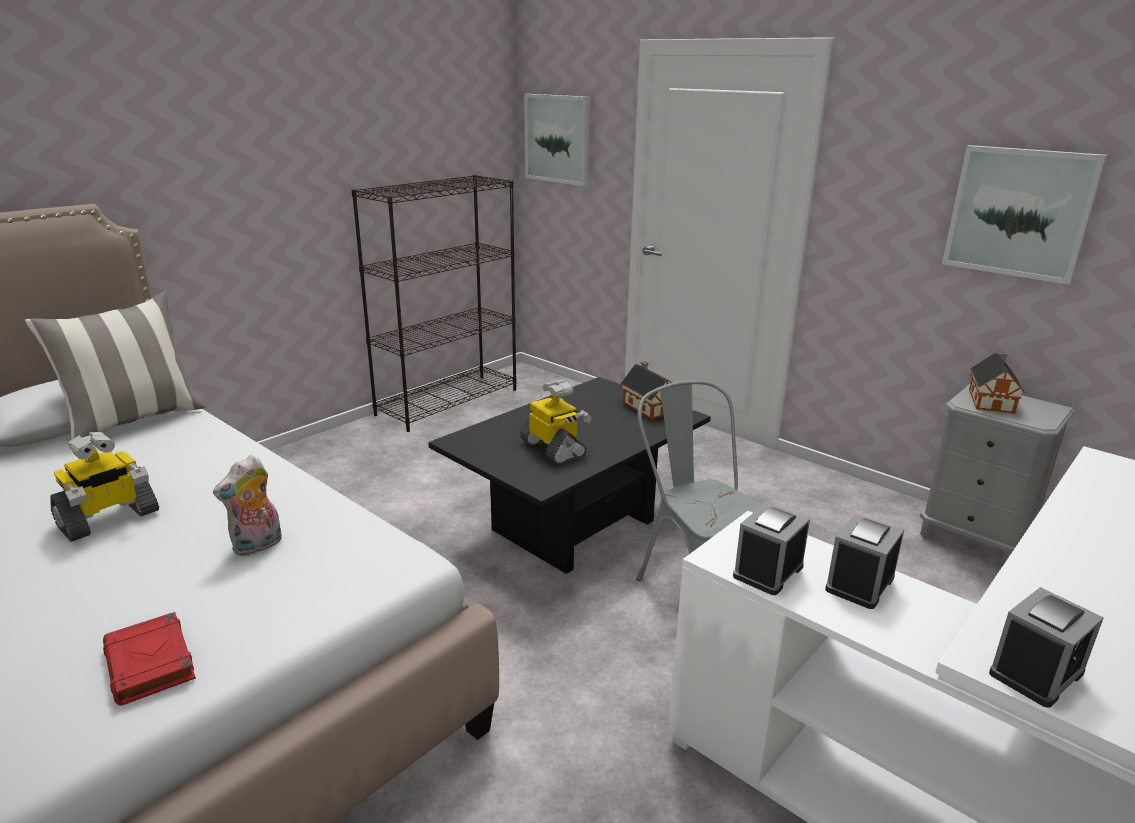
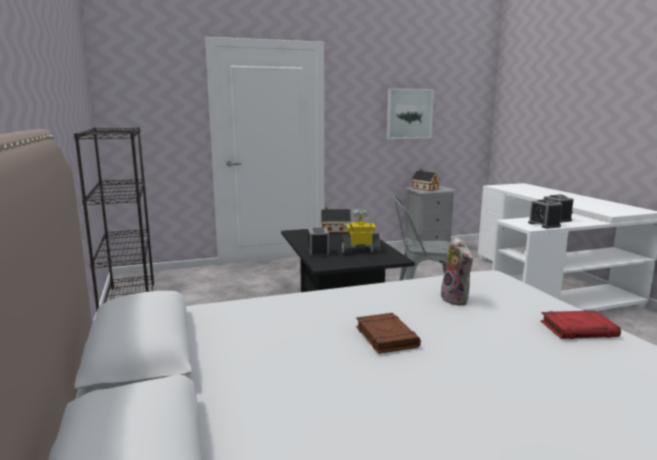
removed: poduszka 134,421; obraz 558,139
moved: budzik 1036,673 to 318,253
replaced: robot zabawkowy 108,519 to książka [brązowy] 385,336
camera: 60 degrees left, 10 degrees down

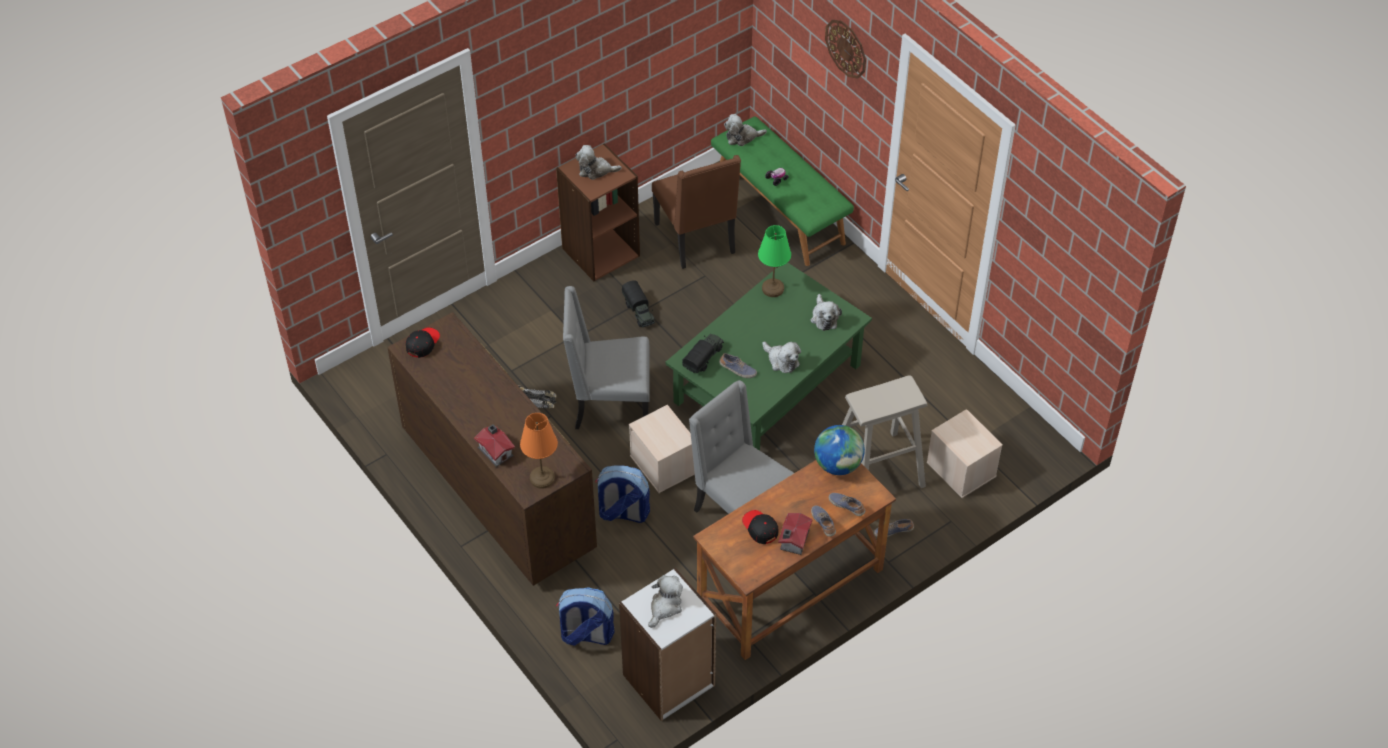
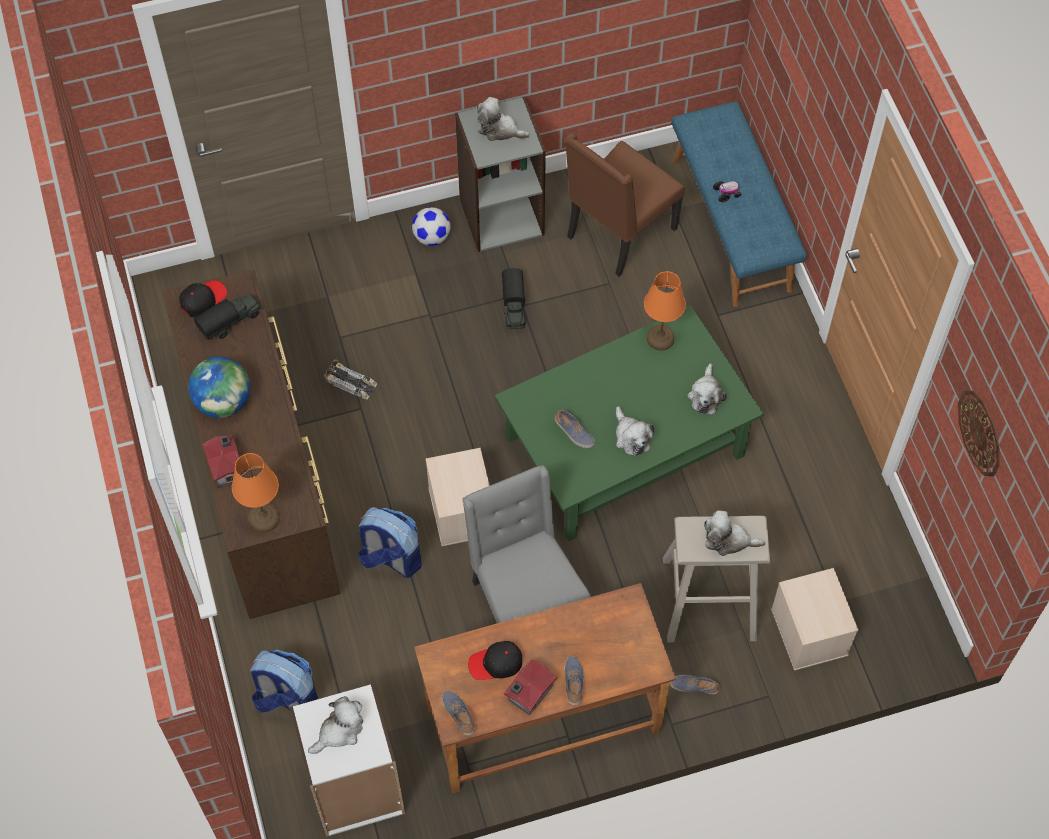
removed: krzesło [szary] 609,405
added: piłka futbolowa 432,237
moved: ciężarówka zabawkowa 704,358 to 230,322; pluszak 742,137 to 728,540; globus 838,465 to 223,402; zegar ścienny 846,48 to 980,433; but 847,506 to 459,714
recoloured: regał [brązowy] 600,251 to regał [szary] 501,216; ławka [zielony] 780,210 to ławka [niebieski] 732,224; lampa stołowa [zielony] 772,289 to lampa stołowa [pomarańczowy] 660,339
turned: krzesło [brązowy] 697,239 = 619,233 45 degrees clockwise; czapka z daszkiem [czarny] 760,528 = 496,663 90 degrees counterclockwise
camera: 20 degrees right, 10 degrees up

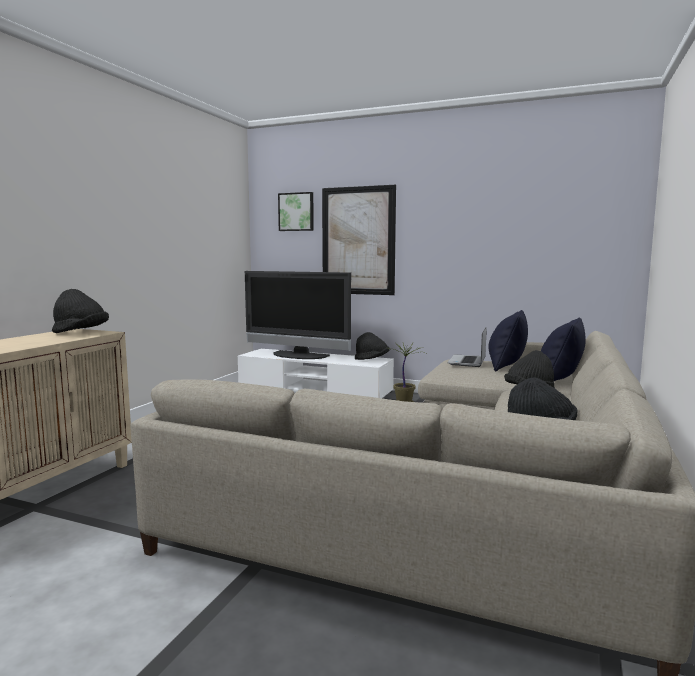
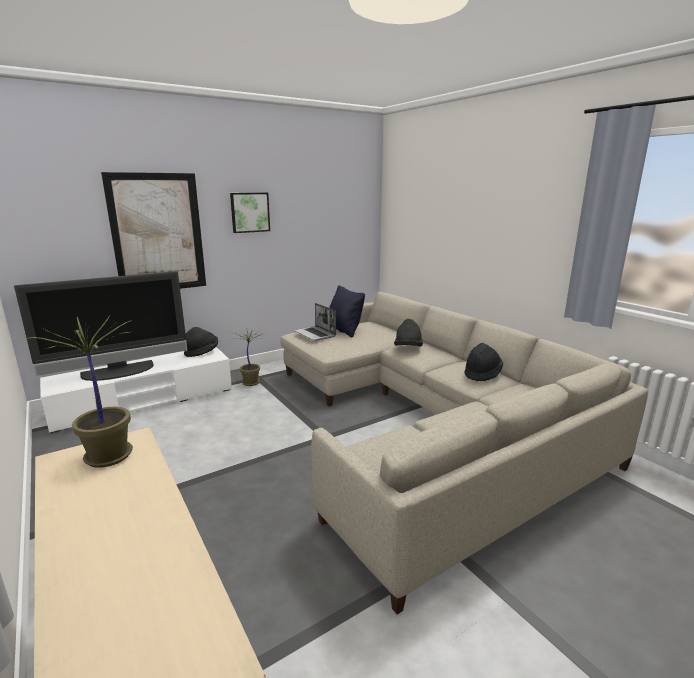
removed: poduszka [czarny] 559,379
moved: obraz 296,212 to 249,212
replaced: kapelusz [czarny] 81,333 to roślina doniczkowa 107,456
camera: 55 degrees left, 10 degrees up

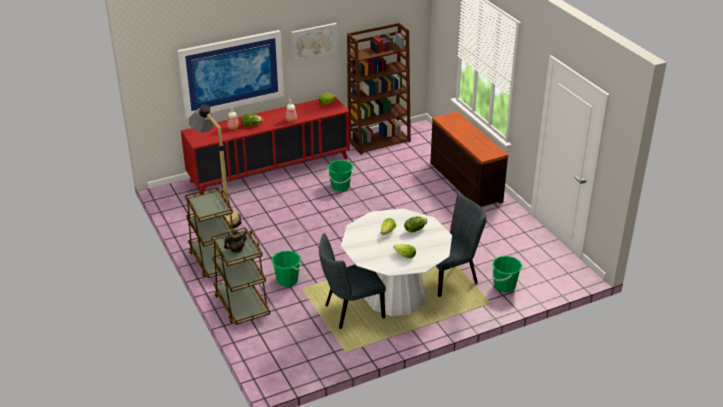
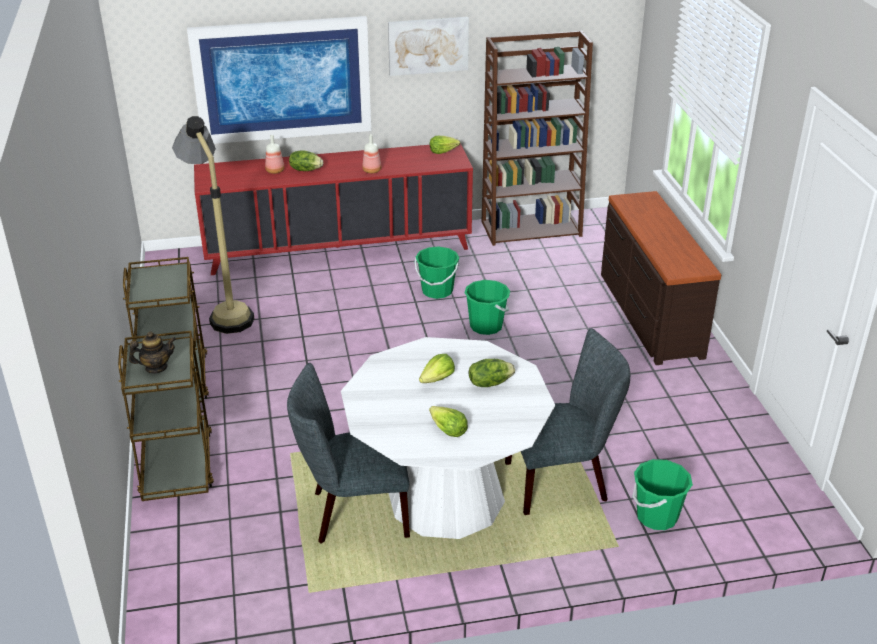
moved: wiadro [zielony] 287,280 to 486,326
camera: 15 degrees right, 0 degrees up

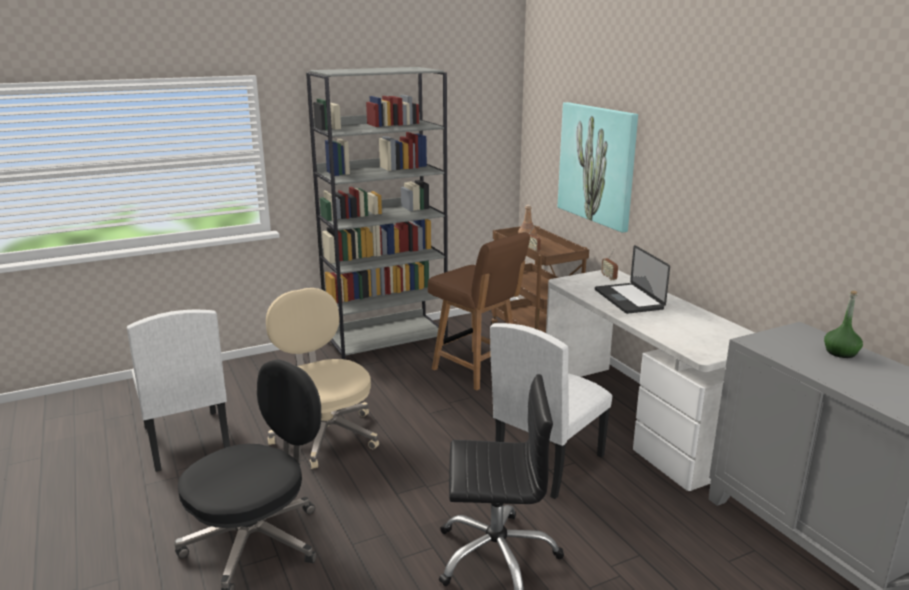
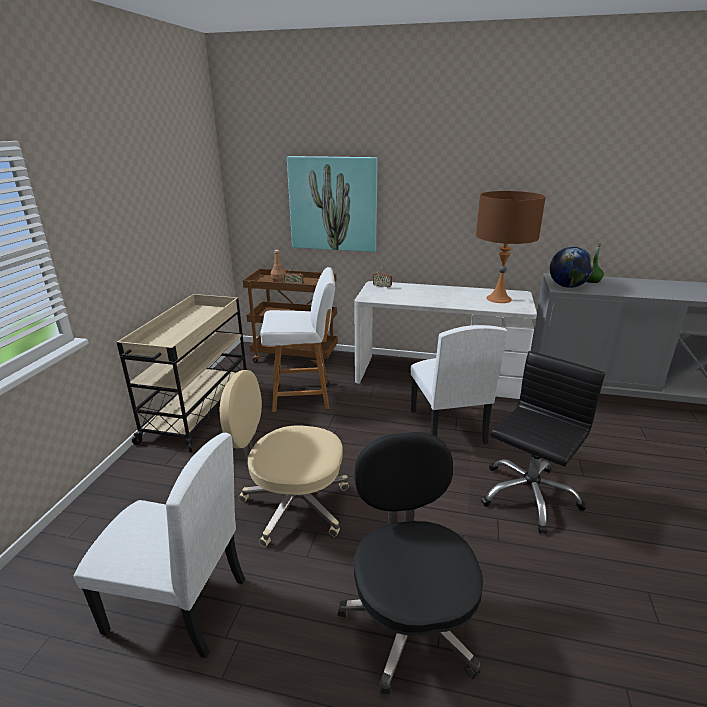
removed: laptop 628,299
added: lampa stołowa [brązowy] 498,299; globus 567,286
replaced: regał [szary] 387,342 to wózek [beżowy] 198,411
recoloured: krzesło [brązowy] 477,370 to krzesło [biały] 303,396
camera: 50 degrees left, 5 degrees up

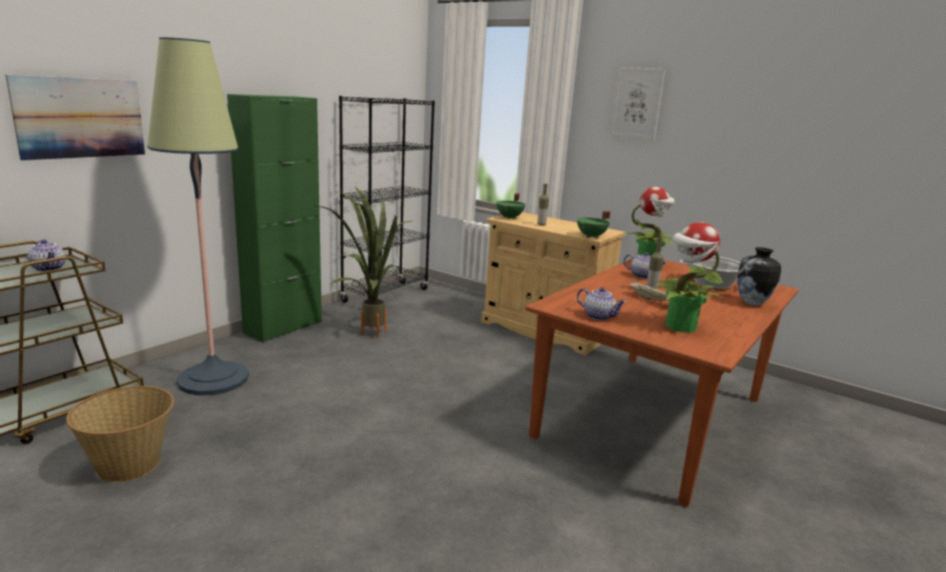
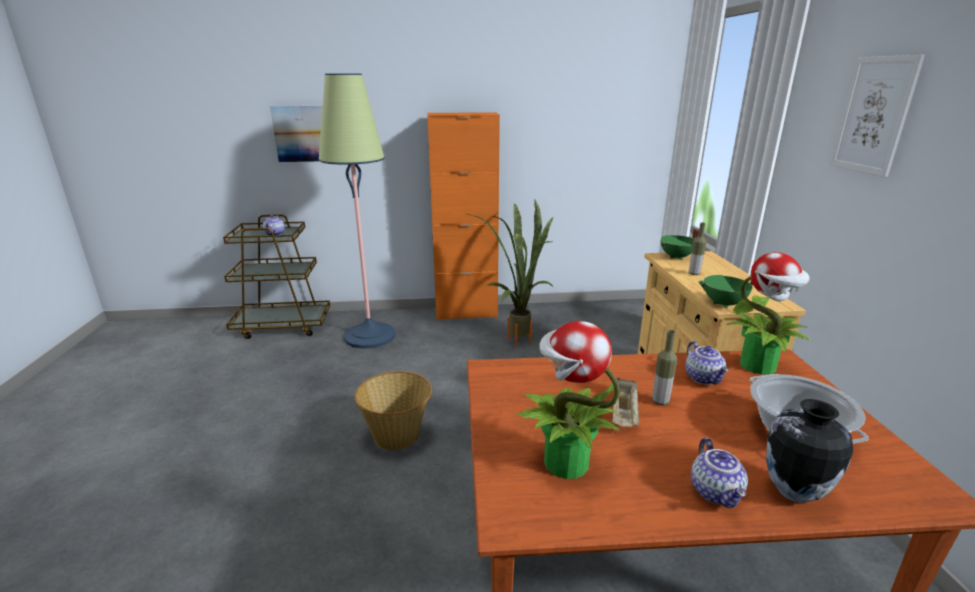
removed: regał [czarny] 385,295
moved: koszyk 130,464 to 397,435; imbryk 599,316 to 716,492
recoloured: szafka [zielony] 283,327 to szafka [pomarańczowy] 466,313
camera: 50 degrees right, 5 degrees up

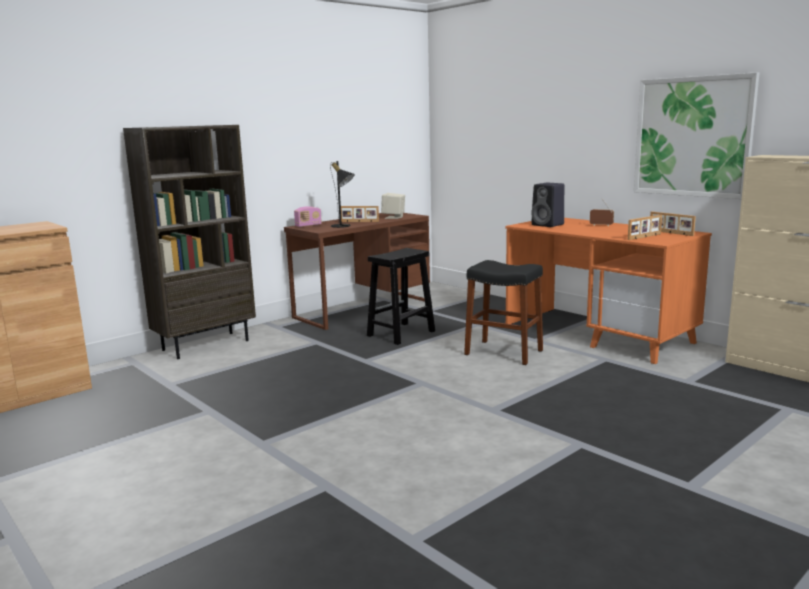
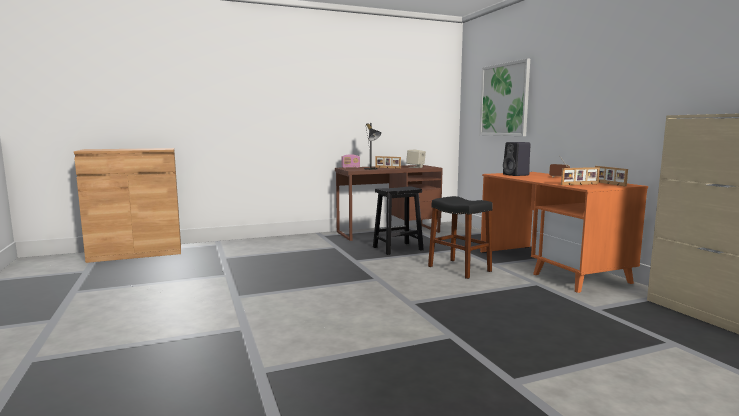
removed: regał [brązowy] 206,345
moved: obraz 692,137 to 504,100
camera: 20 degrees right, 5 degrees down

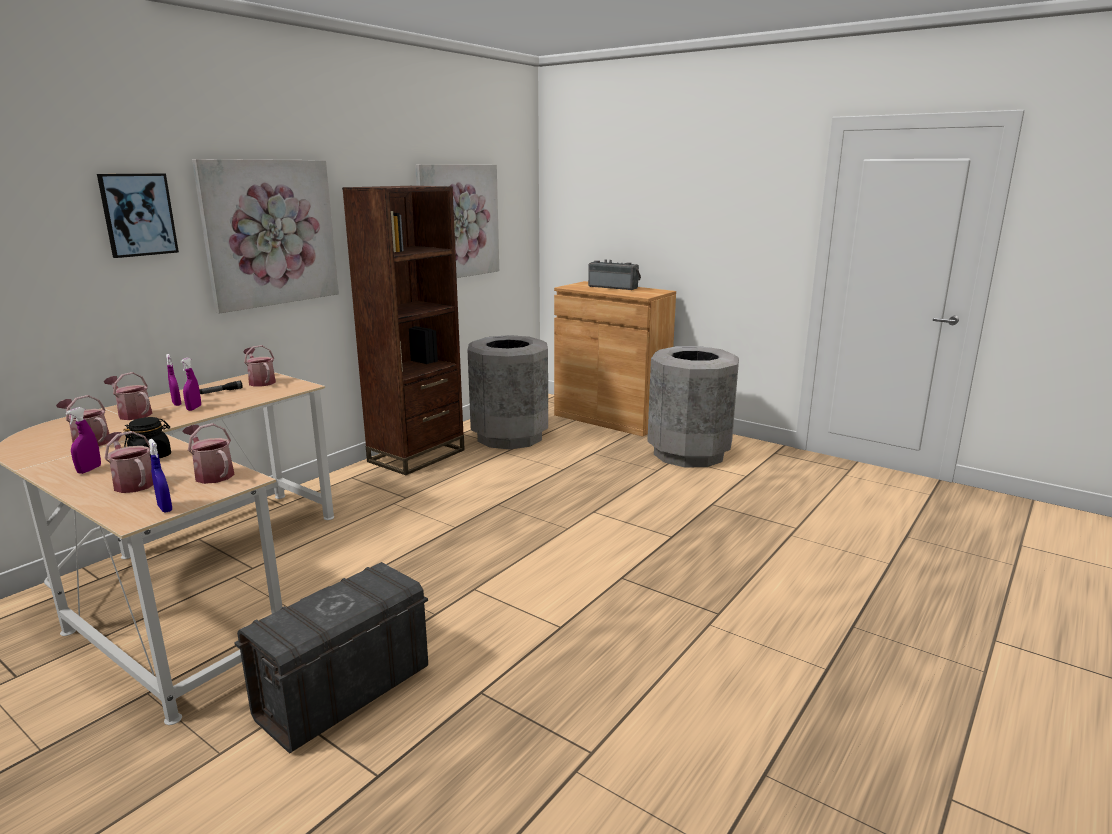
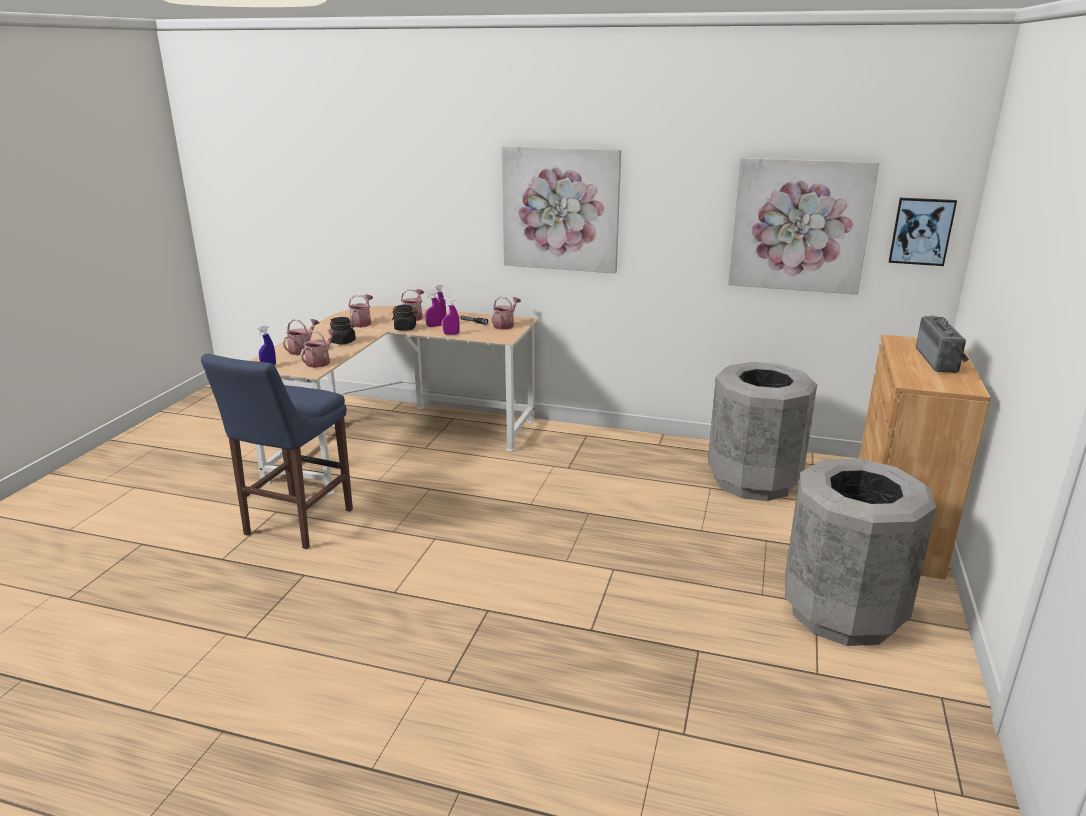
removed: regał [brązowy] 417,456
added: słoik [czarny] 405,328
moved: spryskiwacz [fioletowy] 89,470 to 451,334; obraz 138,214 to 921,231
replaced: pojemnik do przechowywania [szary] 343,693 to stołek [niebieski] 295,524
camera: 70 degrees right, 5 degrees up

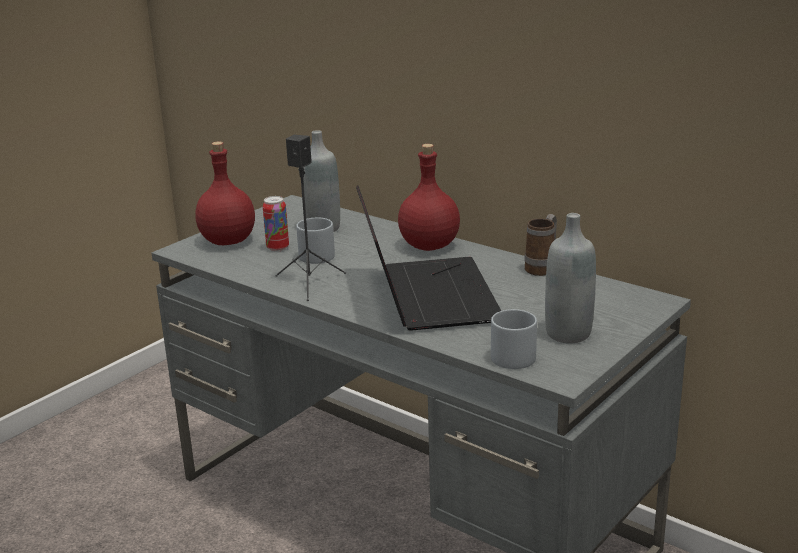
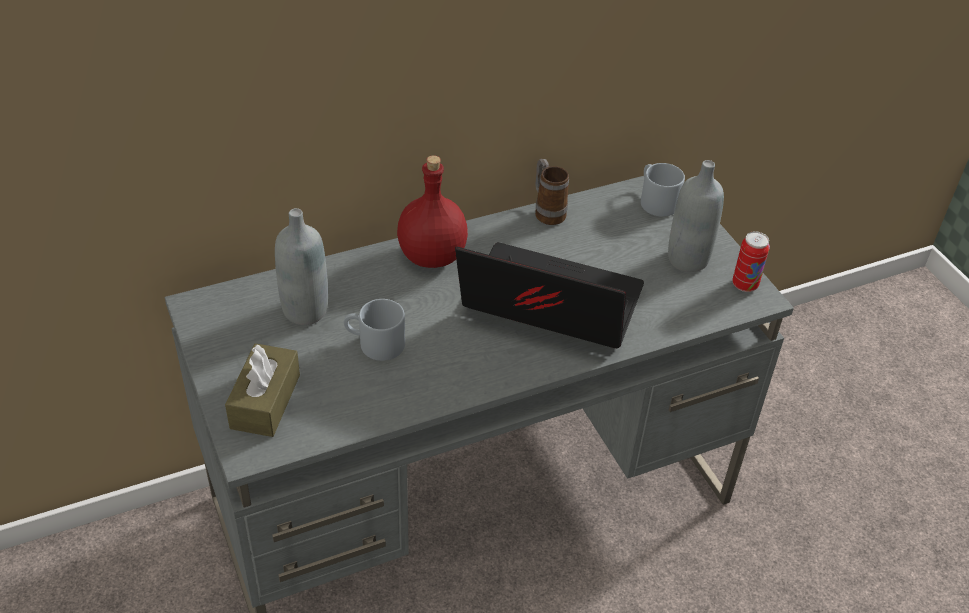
removed: głośnik [czarny] 310,282
moved: puszka 277,248 to 744,285; kubek [szary] 516,354 to 655,200
replaced: butelka [czerwony] 227,241 to pudełko chusteczek [brązowy] 265,401
camera: 65 degrees left, 20 degrees up

